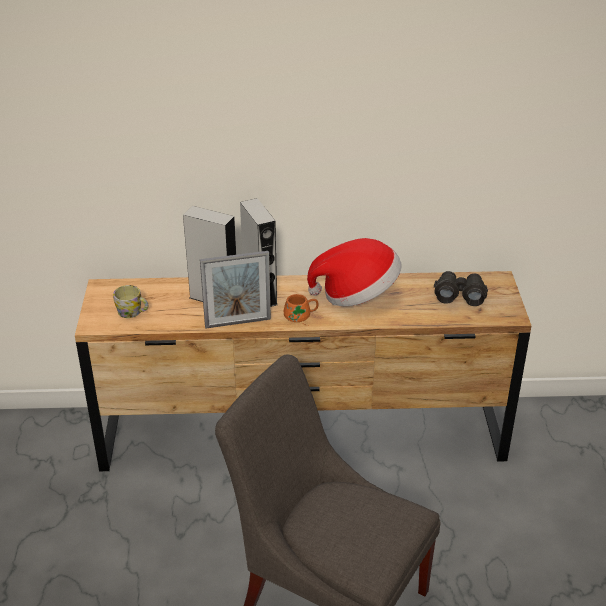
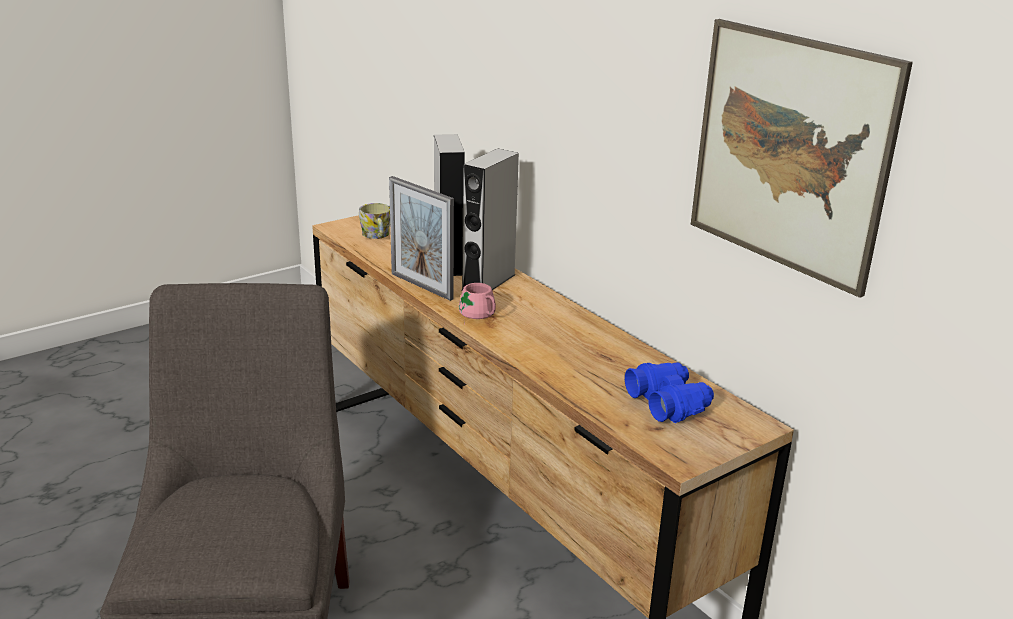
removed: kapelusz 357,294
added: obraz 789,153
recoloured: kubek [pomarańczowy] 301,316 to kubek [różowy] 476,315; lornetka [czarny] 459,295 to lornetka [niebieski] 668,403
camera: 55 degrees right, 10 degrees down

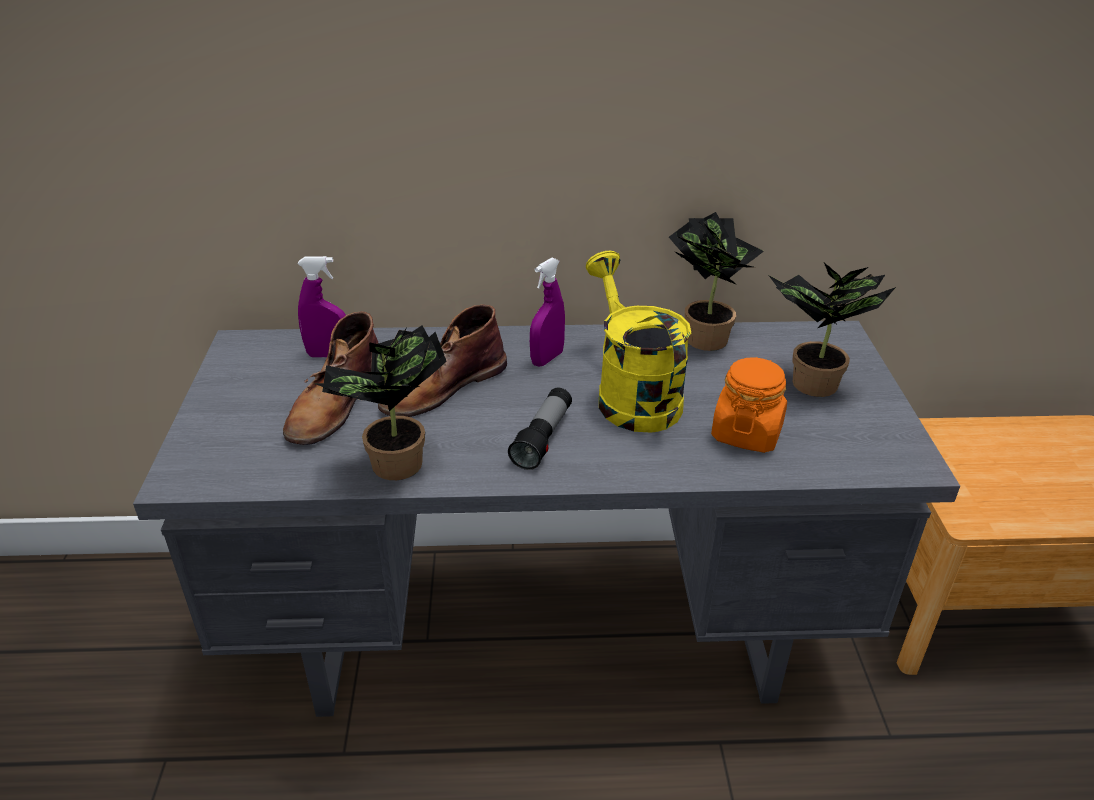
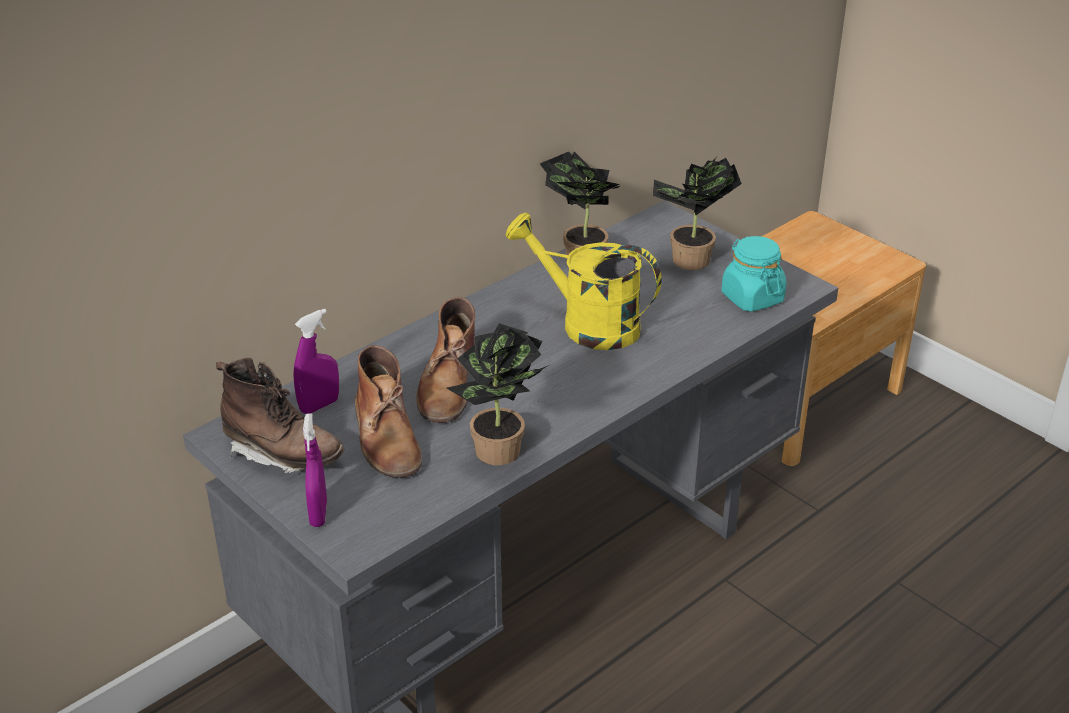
removed: latarka 543,438; słoik [pomarańczowy] 746,433
added: but z cholewką [brązowy] 283,454; słoik [turkusowy] 752,298
moved: spryskiwacz [fioletowy] 547,358 to 318,514
camera: 40 degrees left, 0 degrees up

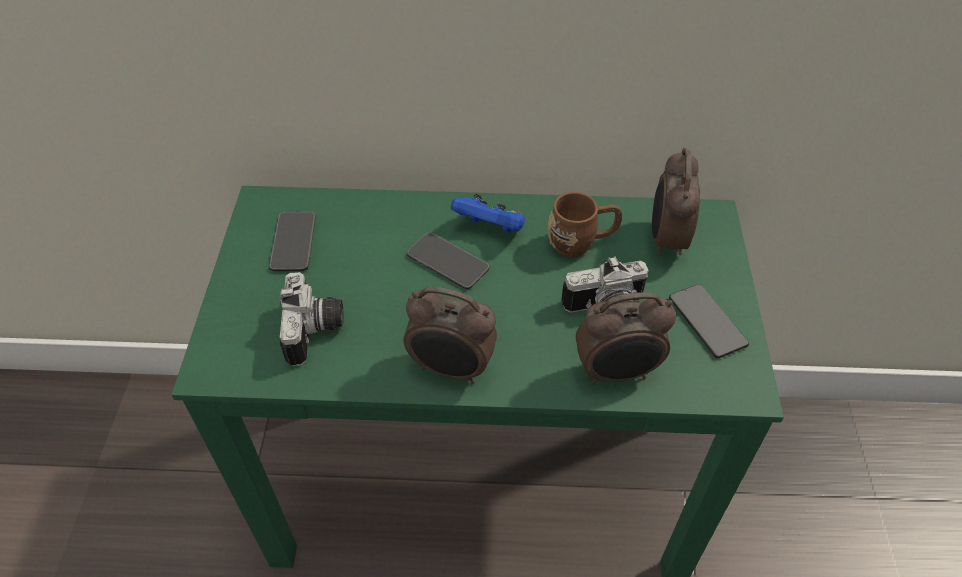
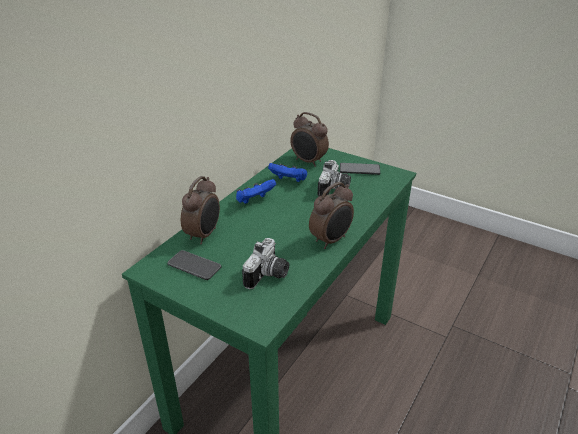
removed: telefon 448,261
moved: budzik 617,373 to 204,235
replaced: kubek [brązowy] 582,242 to pad do gier [niebieski] 289,181
turned: aparat fotograficzny 316,331 = 269,276 90 degrees clockwise
camera: 60 degrees left, 15 degrees down

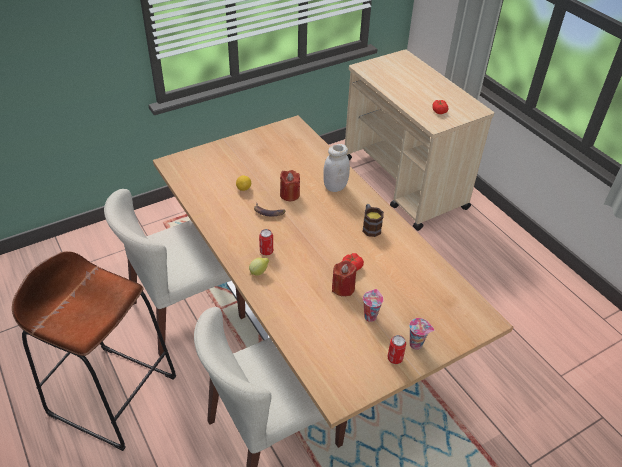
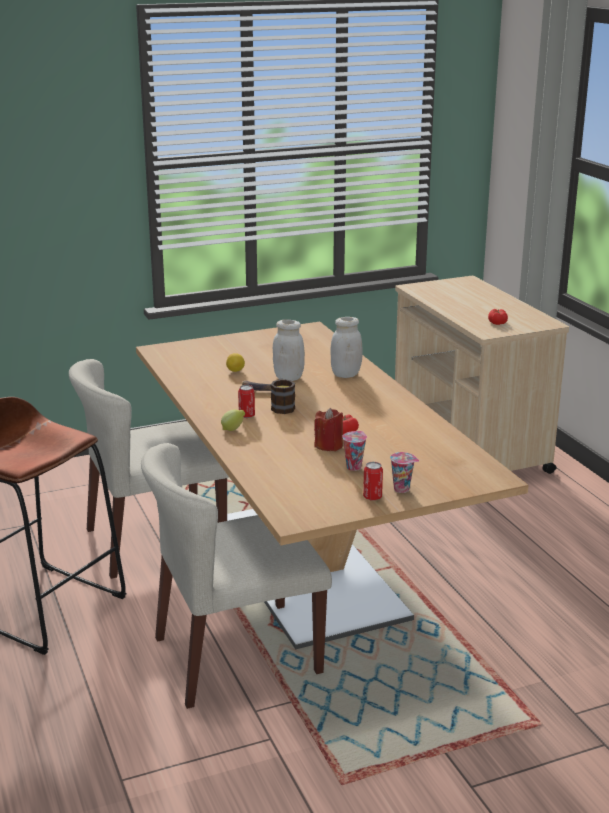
moved: kubek 370,227 to 282,406
replaced: świeca [czerwony] 289,195 to słoik [biały] 288,377
camera: 10 degrees right, 20 degrees down

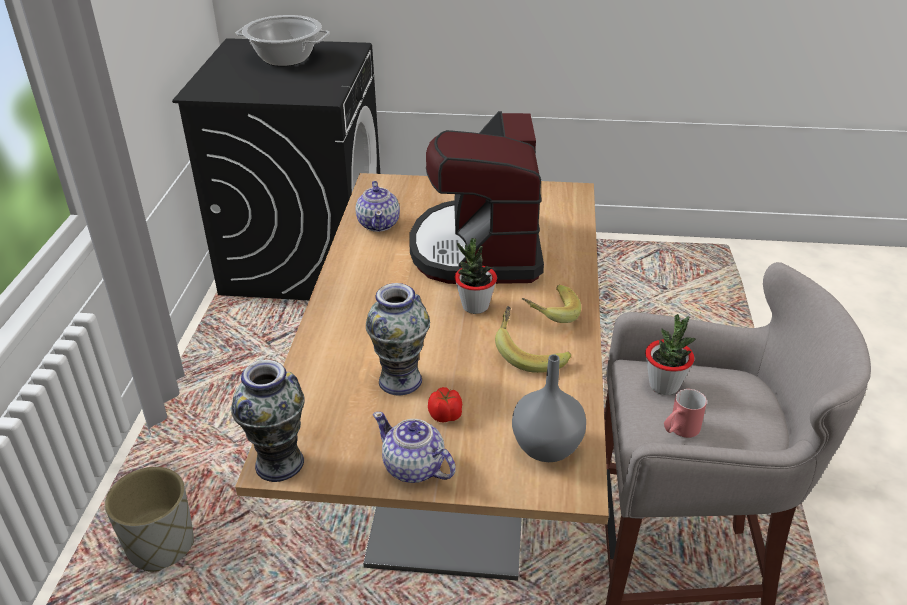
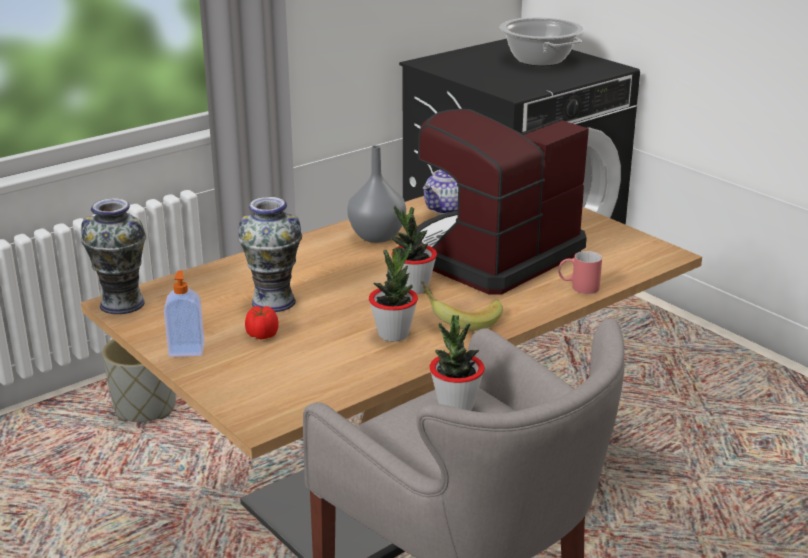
moved: wazon [szary] 545,448 to 375,236; kubek [czerwony] 679,431 to 578,287
replaced: imbryk 414,468 to dozownik mydła 187,350; banan 529,353 to roślina doniczkowa 393,334
camera: 45 degrees right, 10 degrees down

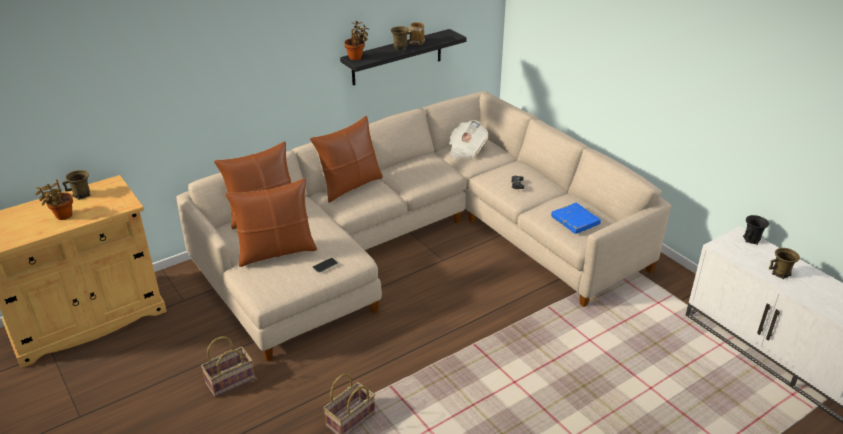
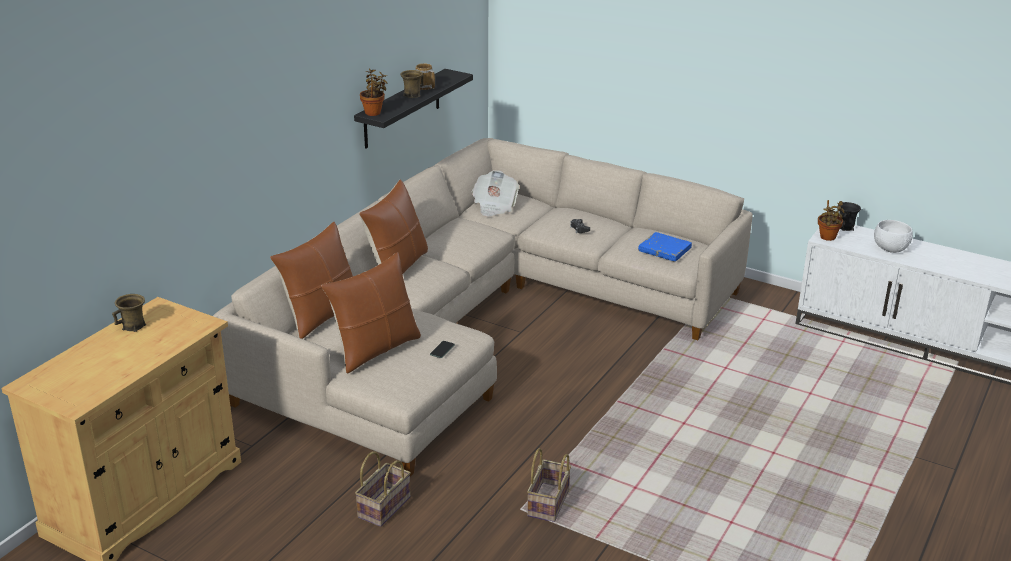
moved: roślina doniczkowa 62,216 to 827,238
replaced: kubek [brązowy] 781,273 to miska [biały] 890,249
camera: 25 degrees left, 5 degrees down

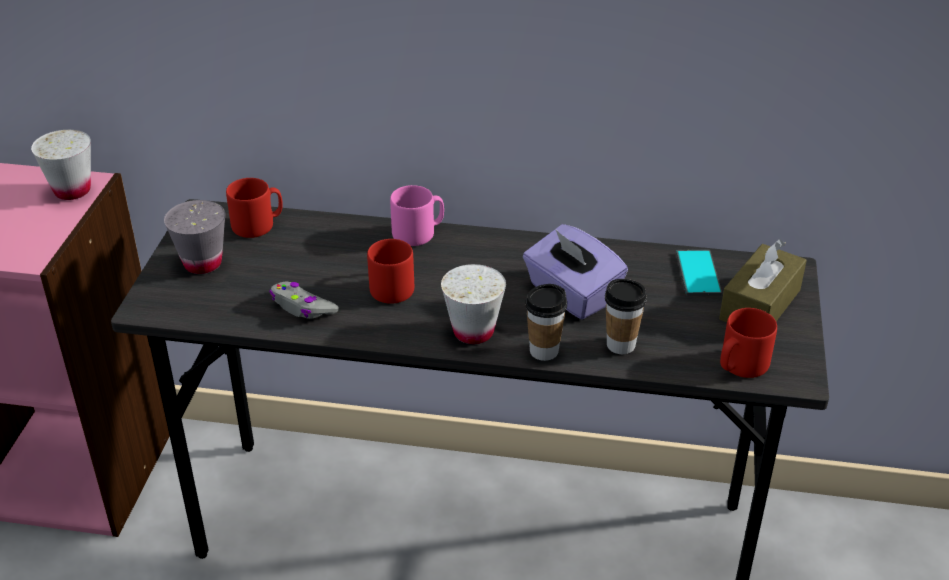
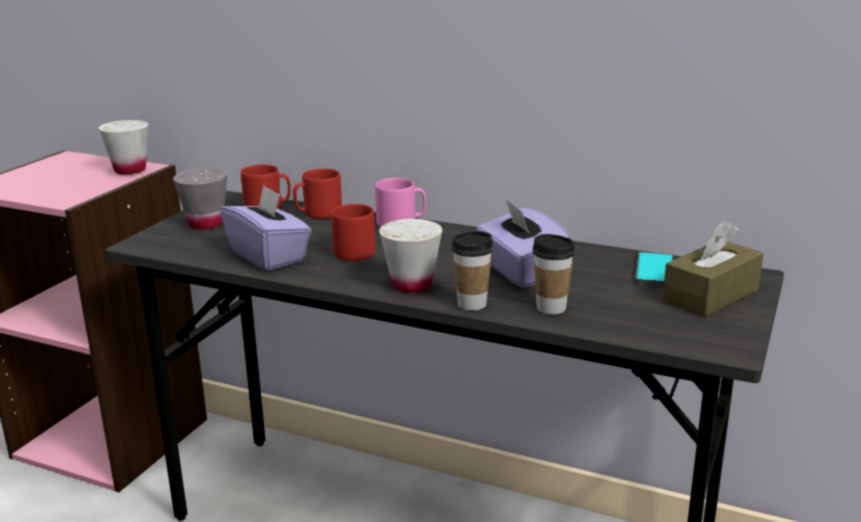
moved: kubek [czerwony] 740,365 to 318,213
replaced: pad do gier [szary] 302,307 to pudełko chusteczek [fioletowy] 269,256
camera: 15 degrees right, 15 degrees down

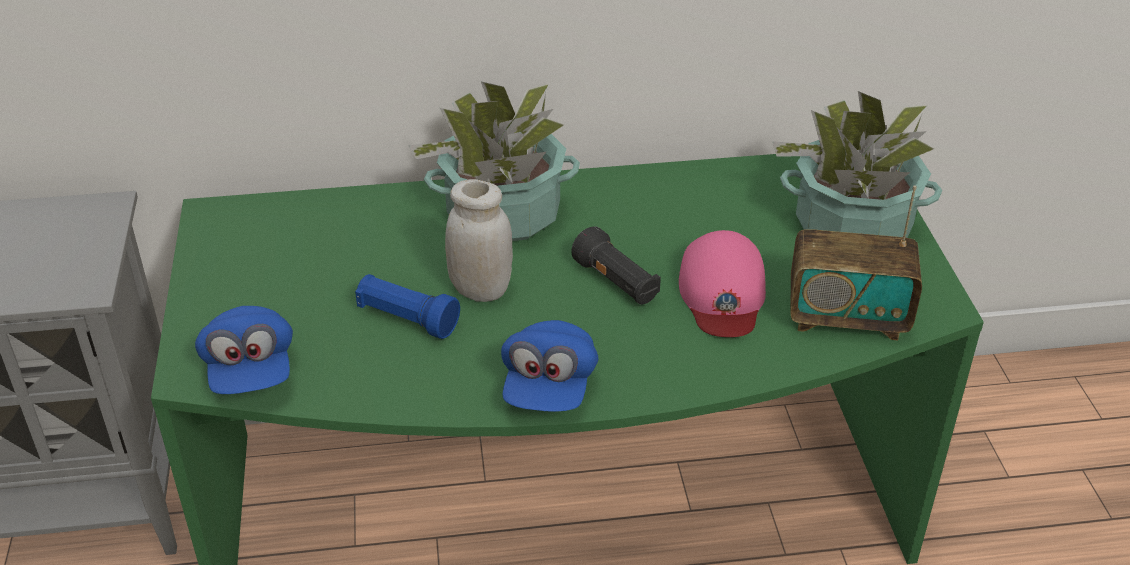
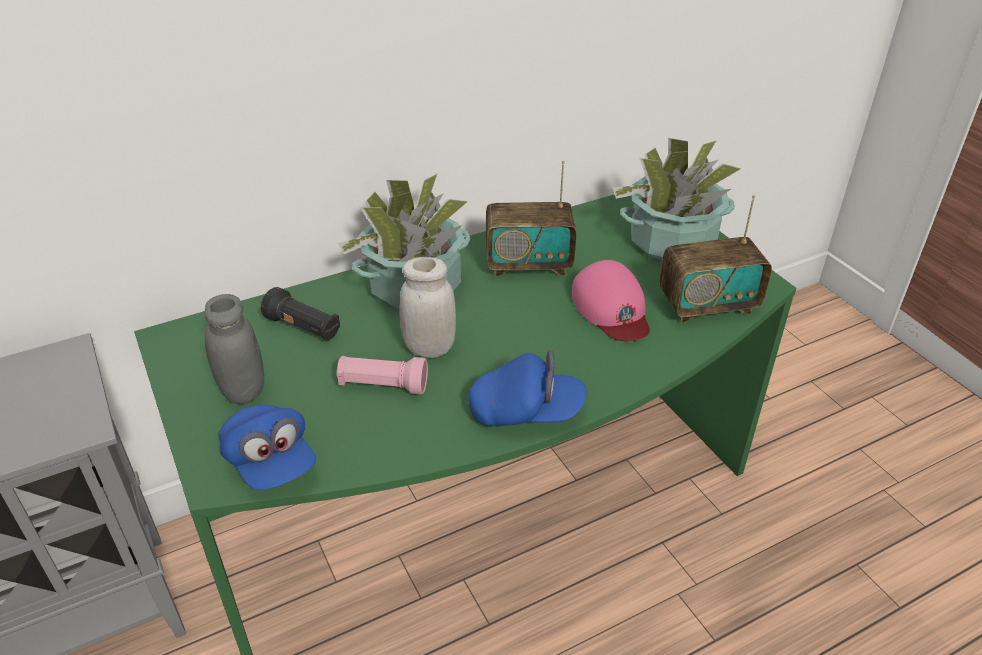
added: słoik [szary] 243,390; radio 528,264
moved: latarka [czarny] 616,283 to 304,328
recoloured: latarka [niebieski] 407,319 to latarka [różowy] 382,385
turned: czapka z daszkiem [niebieski] 549,387 = 526,411 75 degrees counterclockwise
camera: 20 degrees left, 0 degrees up

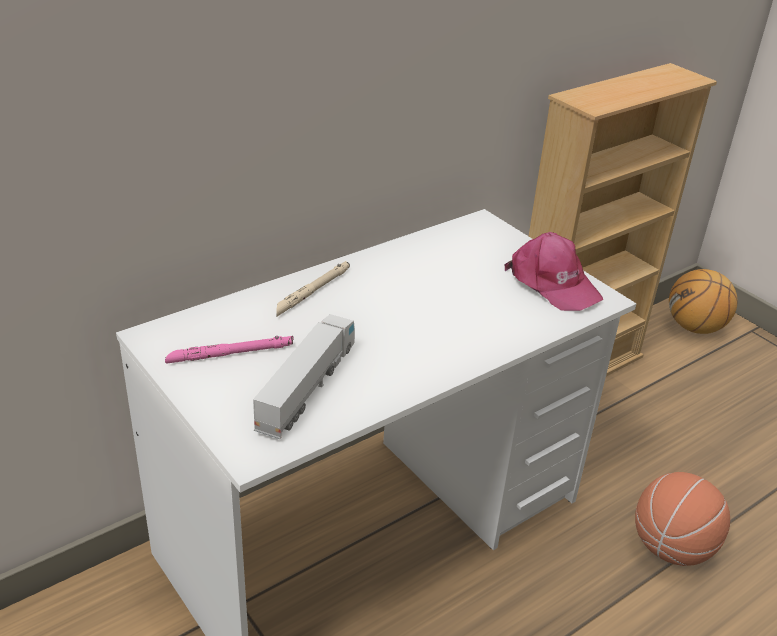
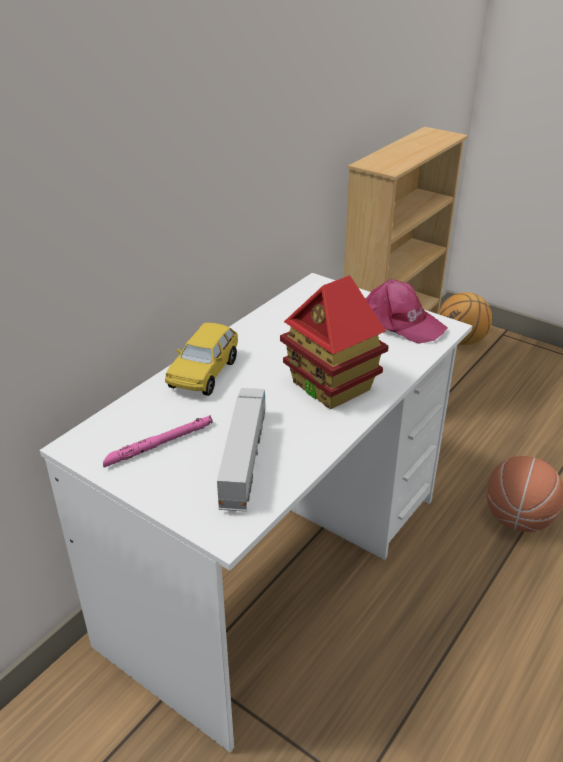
added: domek 331,386
replaced: latarka [beżowy] 312,292 to samochodzik [żółty] 204,373
camera: 15 degrees left, 0 degrees up

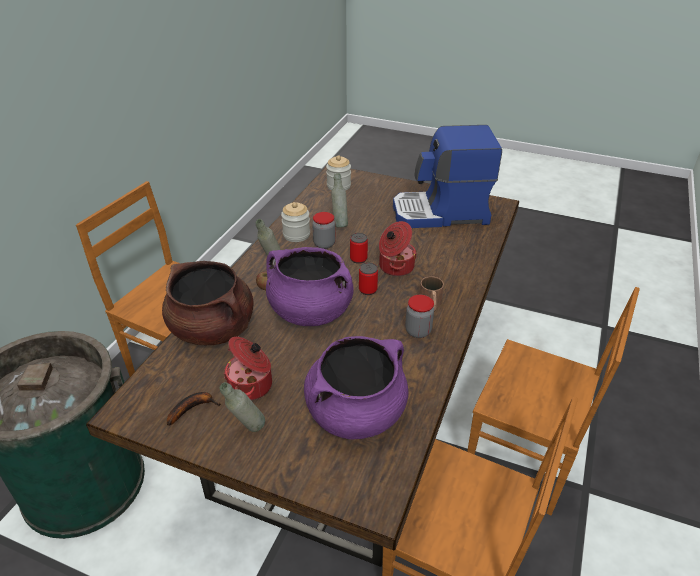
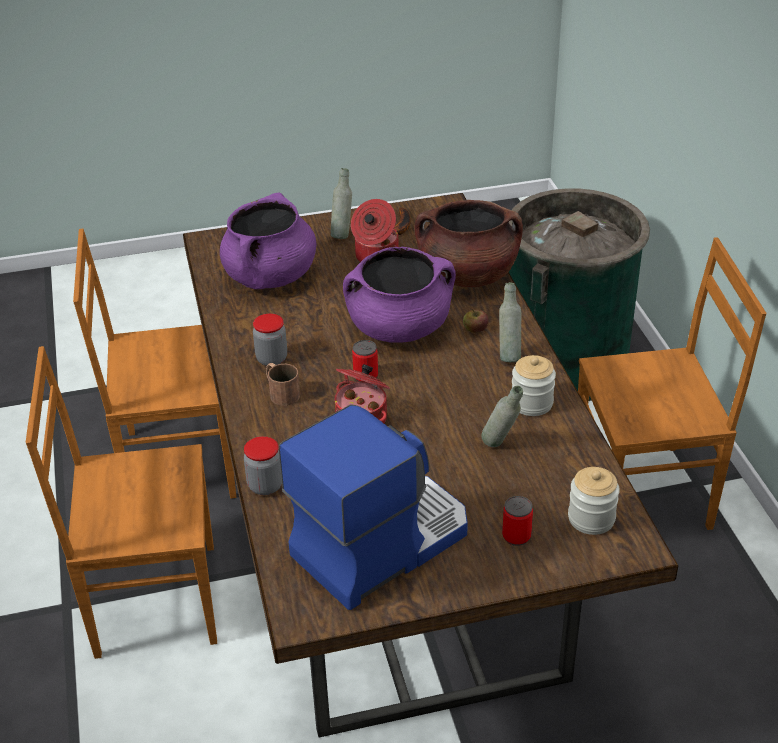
moved: słoik 324,244 to 265,485; puszka 358,259 to 516,536
camera: 145 degrees right, 0 degrees up

